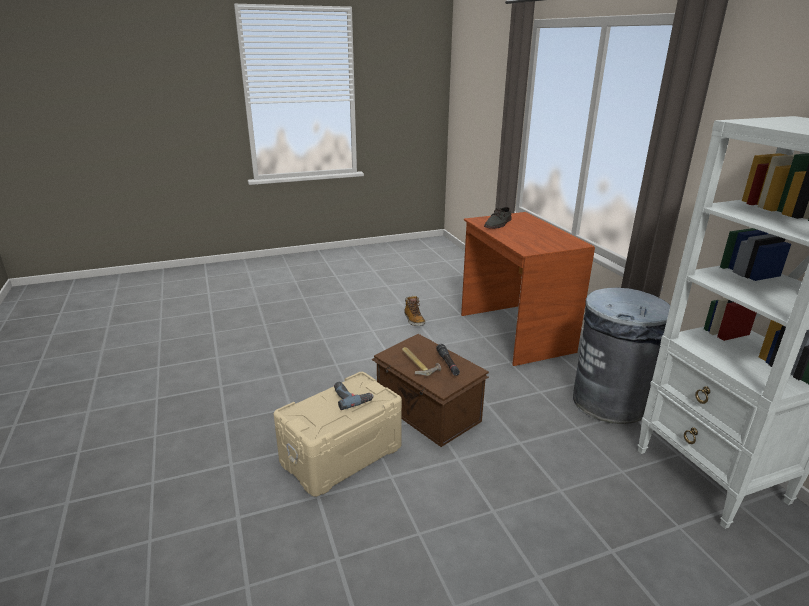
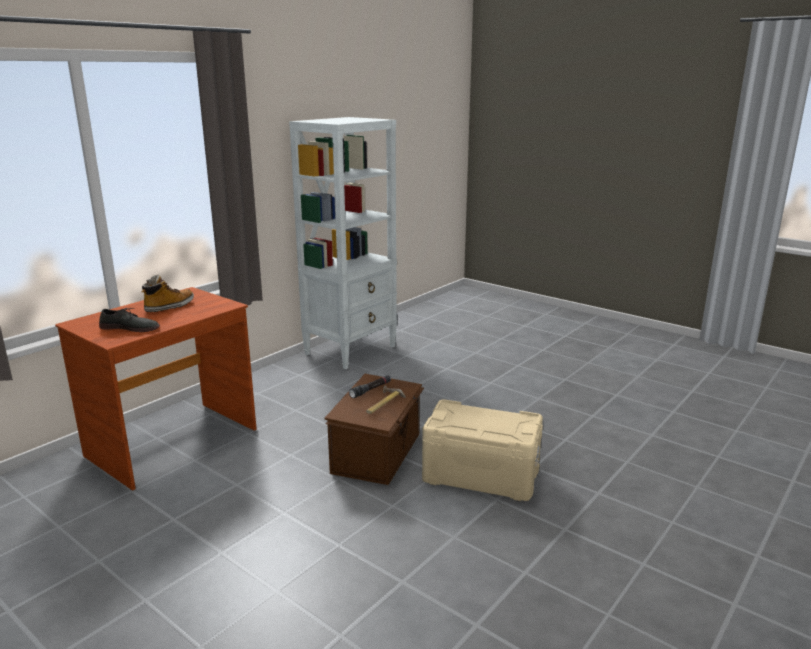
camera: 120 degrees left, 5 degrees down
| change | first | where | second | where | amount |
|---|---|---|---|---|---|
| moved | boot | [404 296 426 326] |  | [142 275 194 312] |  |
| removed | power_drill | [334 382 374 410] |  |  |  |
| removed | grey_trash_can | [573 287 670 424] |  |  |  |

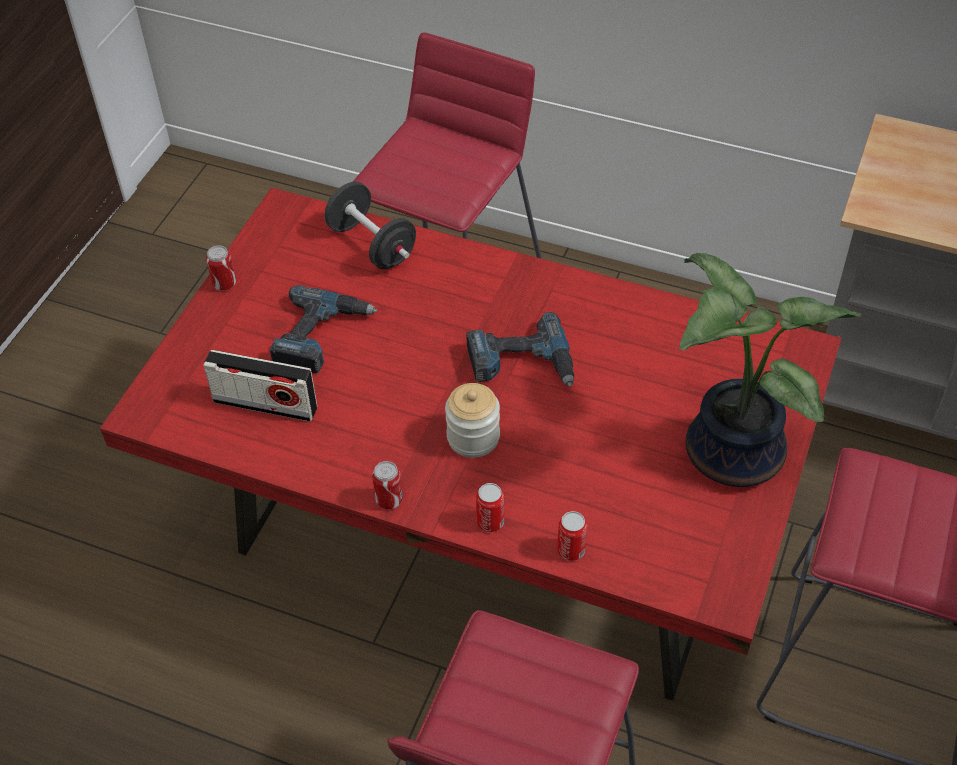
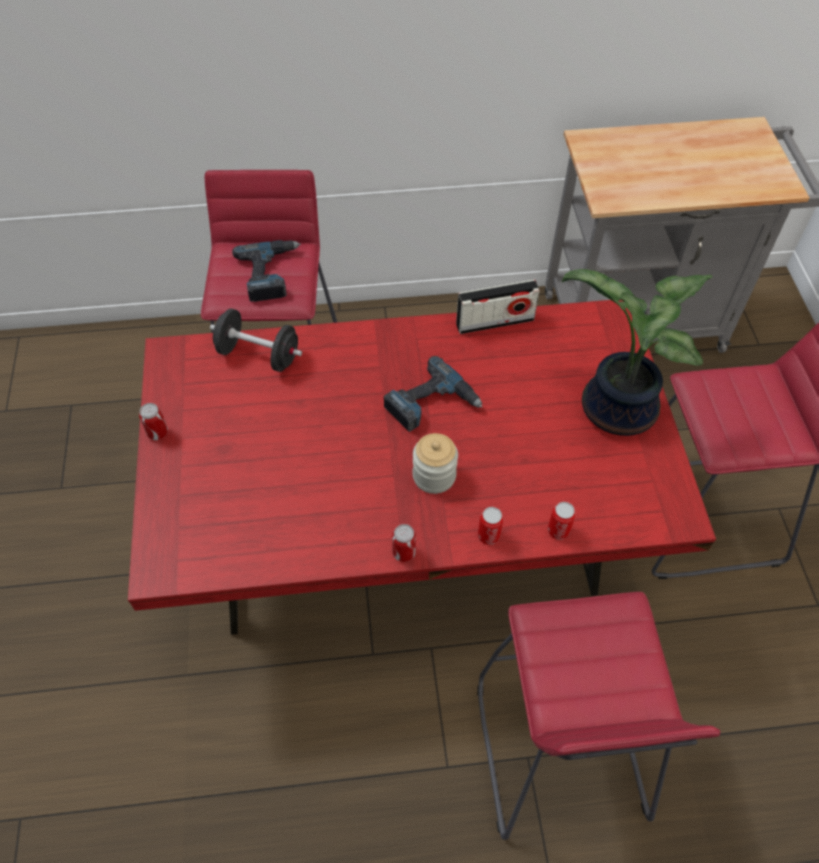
camera: 30 degrees left, 5 degrees up
| change | first | where | second | where | amount |
|---|---|---|---|---|---|
| moved | power_drill | [270 285 378 374] |  | [232 240 301 302] |  |
| moved | radio | [203 350 317 422] |  | [456 280 540 334] |  |

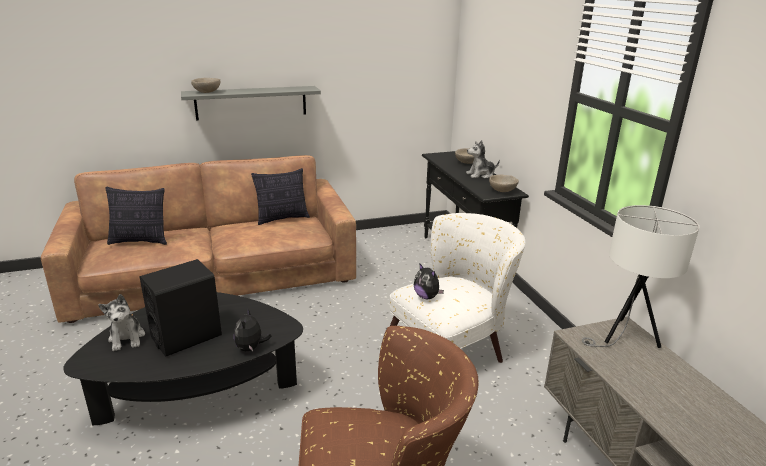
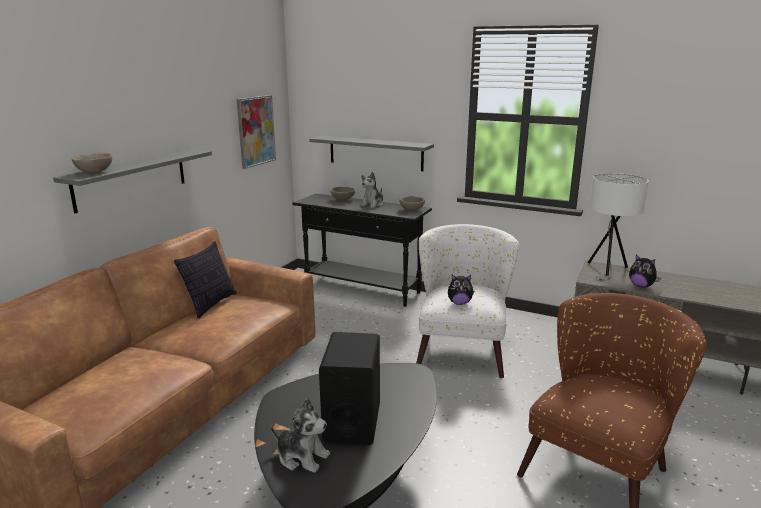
camera: 45 degrees left, 5 degrees down
| change | first | where | second | where | amount |
|---|---|---|---|---|---|
| added |  |  | picture | [237 95 276 169] |  |
| added |  |  | grey_shelf | [309 136 434 171] |  |
| moved | plush_toy | [234 309 271 351] |  | [629 254 661 288] |  |
| removed | pillow | [106 187 167 245] |  |  |  |

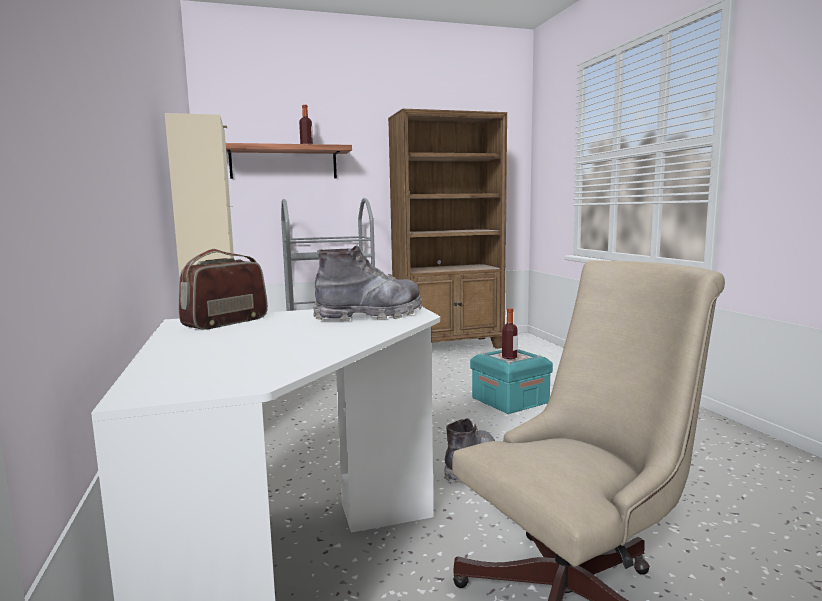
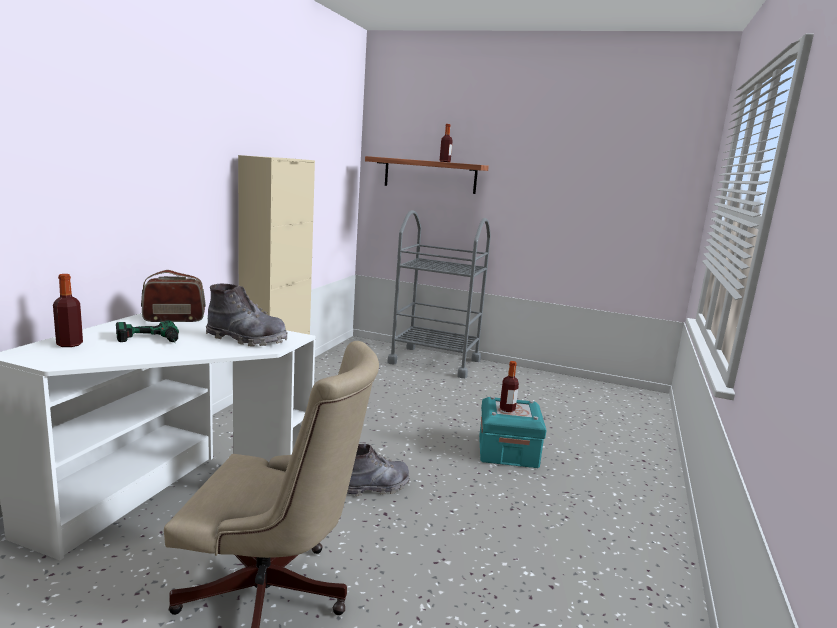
camera: 35 degrees right, 5 degrees up
| change | first | where | second | where | amount |
|---|---|---|---|---|---|
| added |  |  | bottle | [53 274 83 347] |  |
| added |  |  | power_drill | [116 320 179 343] |  |
| removed | brown_bookcase | [388 109 507 349] |  |  |  |

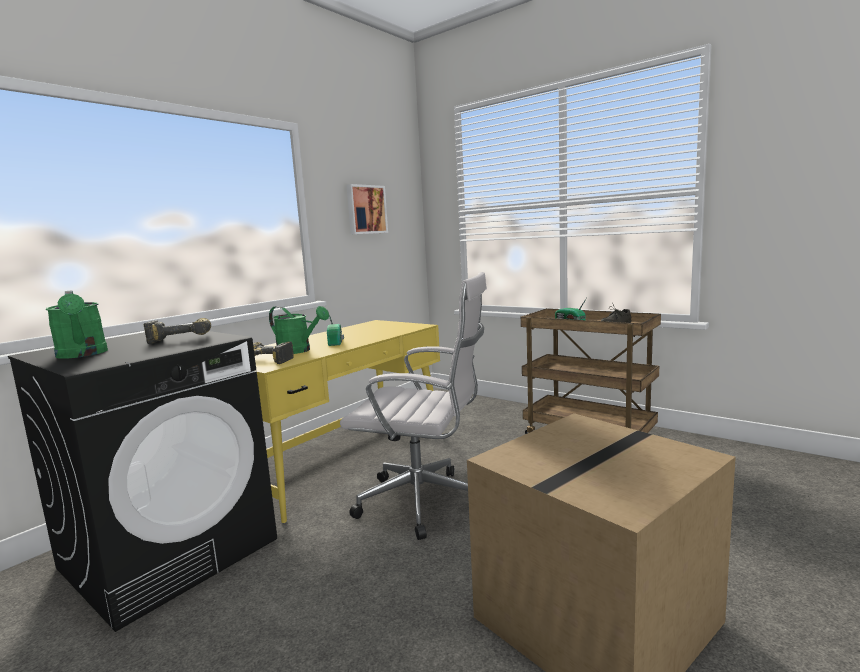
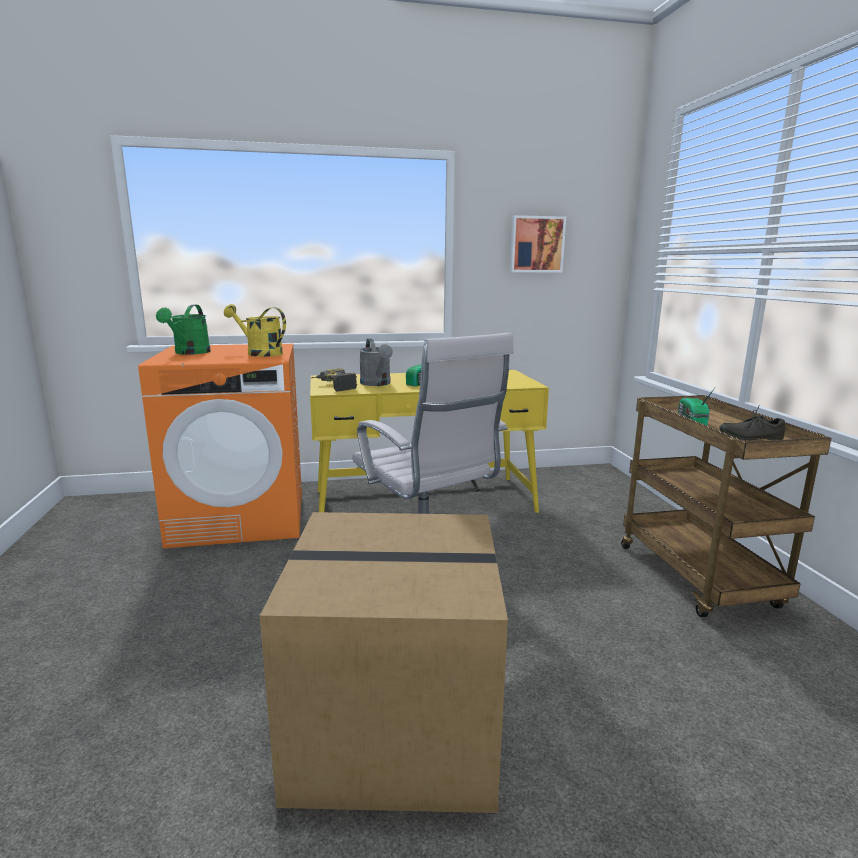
camera: 40 degrees right, 5 degrees up
| change | first | where | second | where | amount |
|---|---|---|---|---|---|
| recoloured | black_washing_machine | [8 331 277 632] | orange_washing_machine | [138 344 302 548] |  |
| replaced | power_drill | [144 318 211 344] | yellow_watering_can | [224 304 286 357] |  |
| recoloured | green_watering_can | [269 306 329 354] | grey_watering_can | [359 338 393 386] |  |

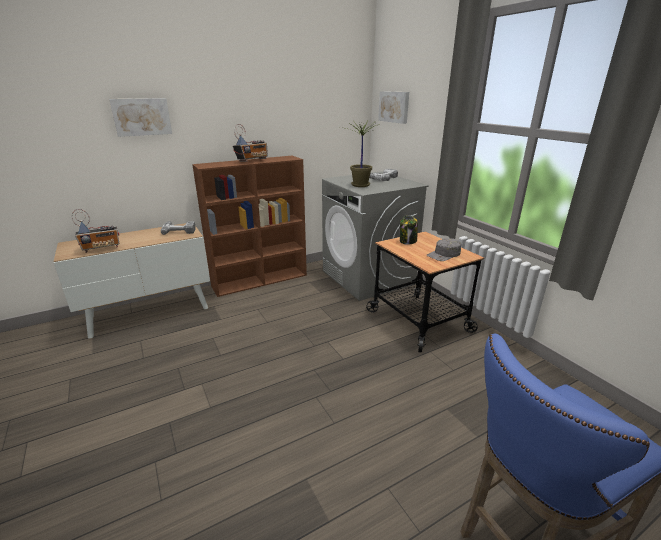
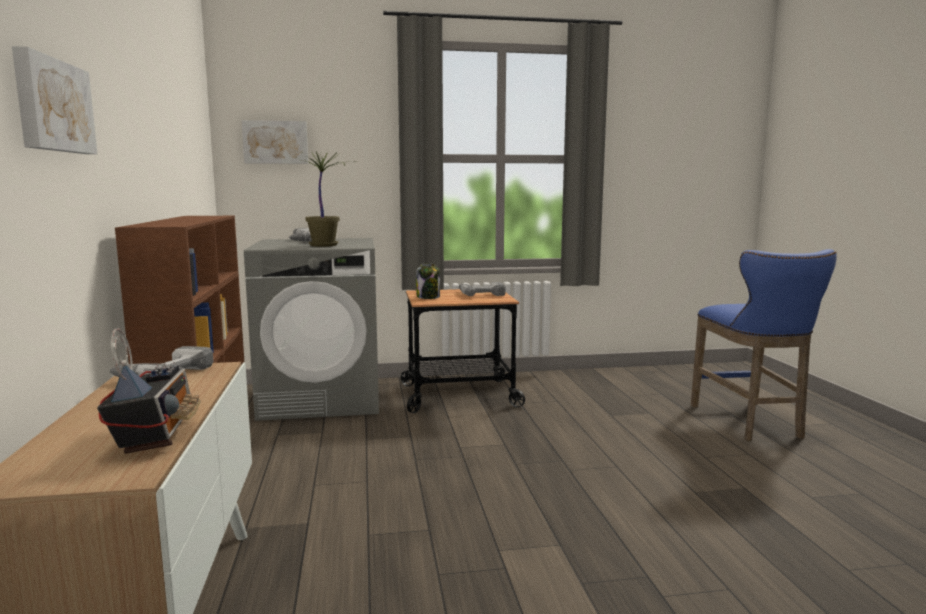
camera: 70 degrees left, 15 degrees down
| change | first | where | second | where | amount |
|---|---|---|---|---|---|
| replaced | grey_cap | [426 238 461 261] | power_drill | [459 282 506 296] |  |
| removed | radio | [233 124 268 162] |  |  |  |

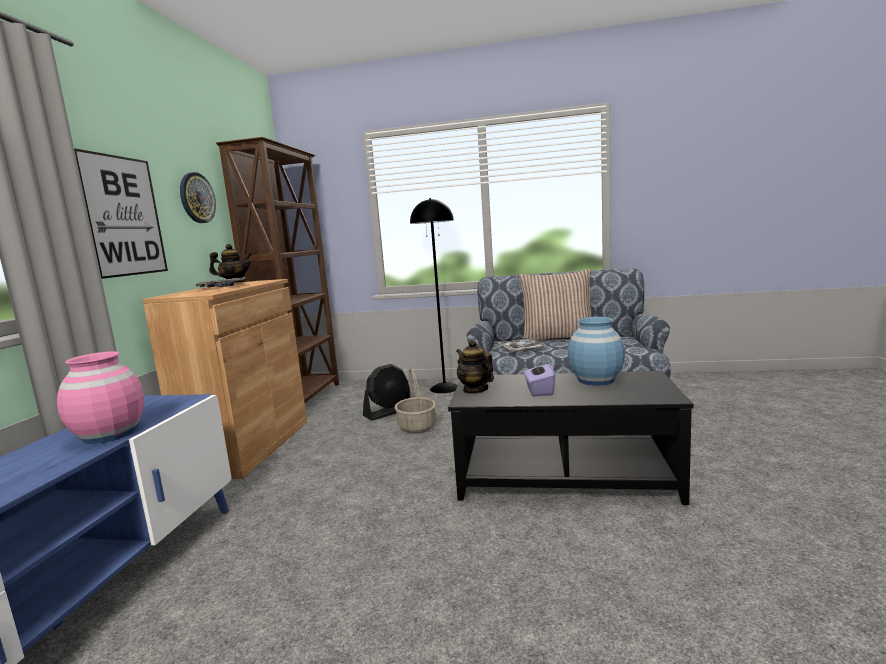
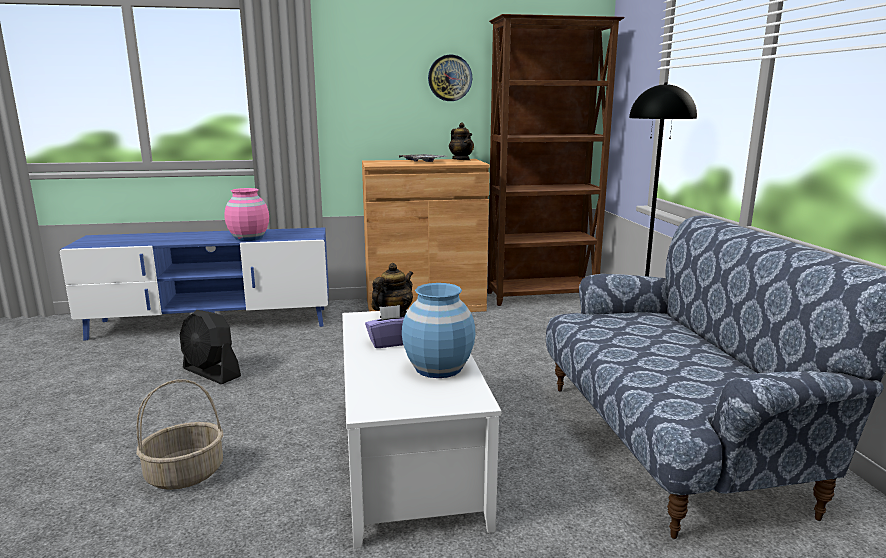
camera: 70 degrees right, 5 degrees up
| change | first | where | second | where | amount |
|---|---|---|---|---|---|
| moved | basket | [395 367 436 433] |  | [136 379 223 490] |  |
| moved | black_fan | [363 364 412 421] |  | [180 310 241 384] |  |
| recoloured | black_coffee_table | [448 371 694 505] | white_coffee_table | [342 309 501 549] |  |
| removed | picture | [74 148 168 279] |  |  |  |
| removed | tray | [498 338 546 352] |  |  |  |
| removed | pillow | [519 269 592 341] |  |  |  |

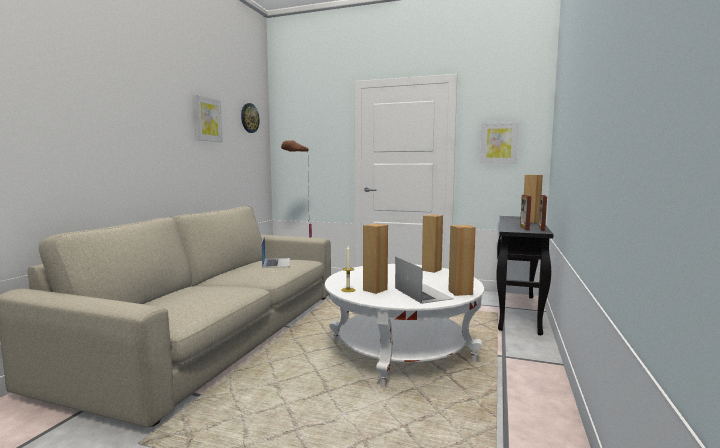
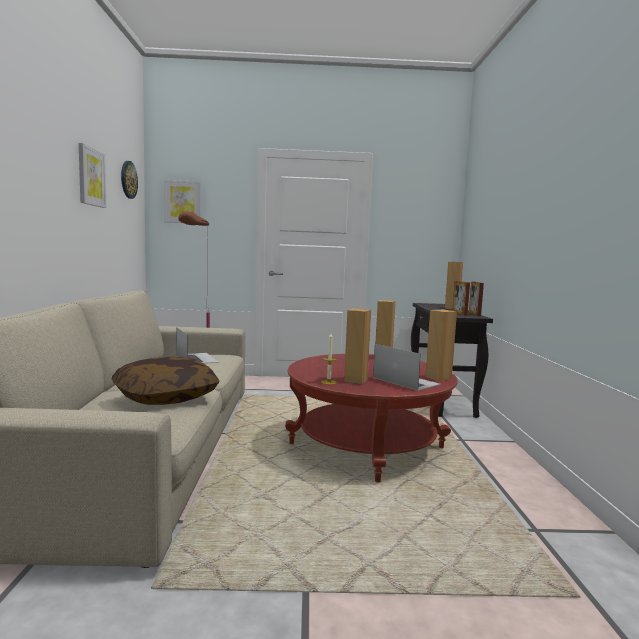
camera: 20 degrees left, 0 degrees up
| change | first | where | second | where | amount |
|---|---|---|---|---|---|
| added |  |  | pillow | [111 356 220 405] |  |
| moved | picture | [480 122 519 164] |  | [164 180 201 223] |  |
| recoloured | white_coffee_table | [325 264 484 387] | red_coffee_table | [285 354 458 482] |  |

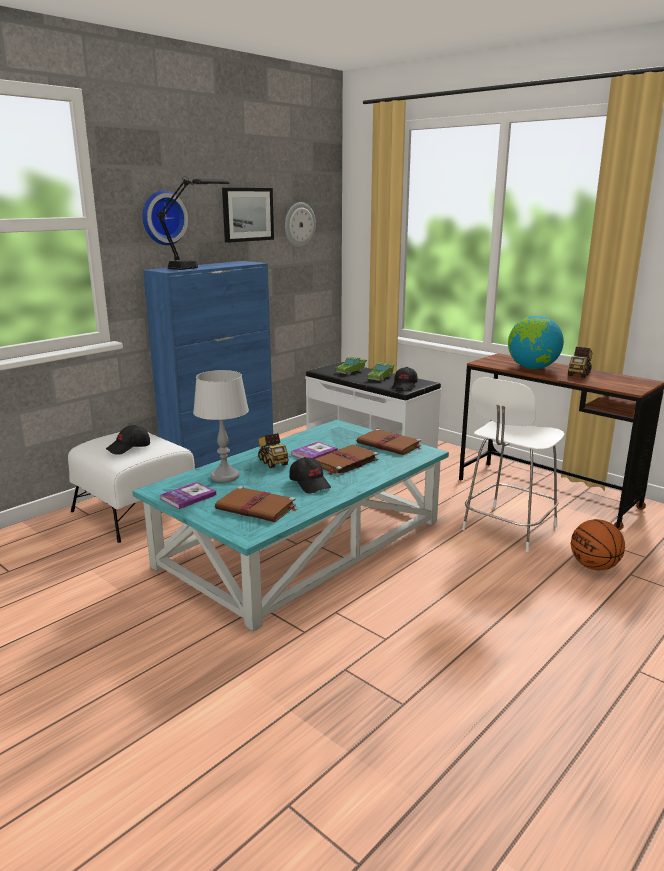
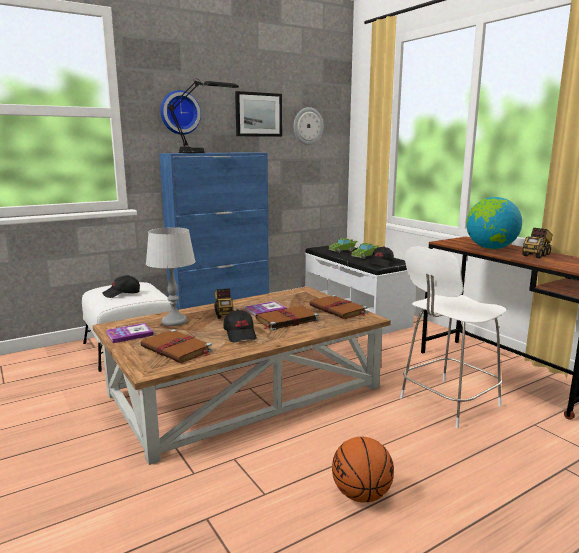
camera: 15 degrees right, 5 degrees down
| change | first | where | second | where | amount |
|---|---|---|---|---|---|
| recoloured | turquoise_coffee_table | [132 419 449 631] | brown_coffee_table | [93 286 391 465] |  |
| moved | basketball | [571 519 625 570] |  | [332 437 394 503] |  |

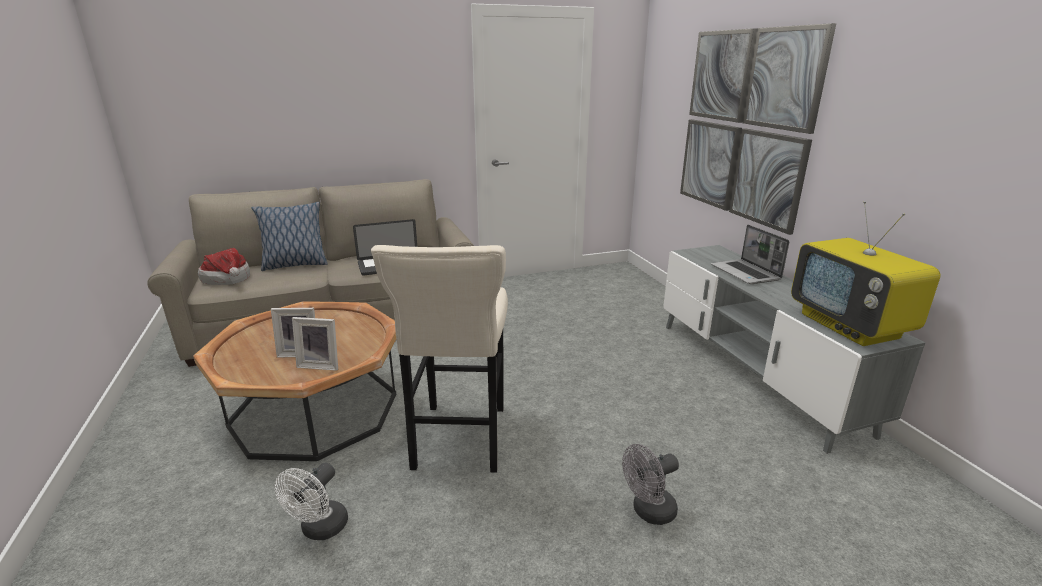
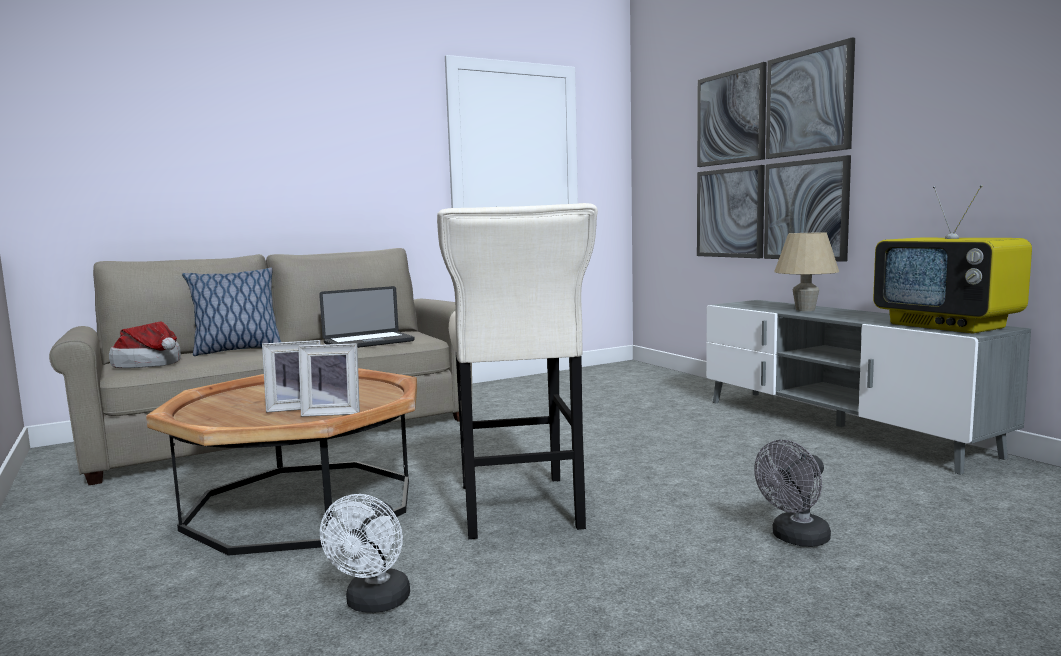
camera: 10 degrees left, 15 degrees down
| change | first | where | second | where | amount |
|---|---|---|---|---|---|
| replaced | laptop | [711 225 789 284] | beige_table_lamp | [774 233 839 311] |  |

